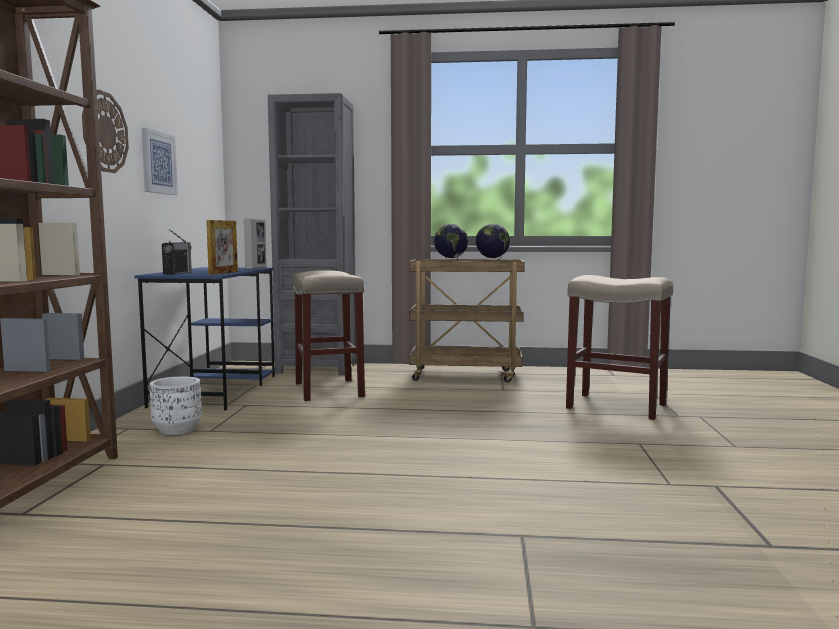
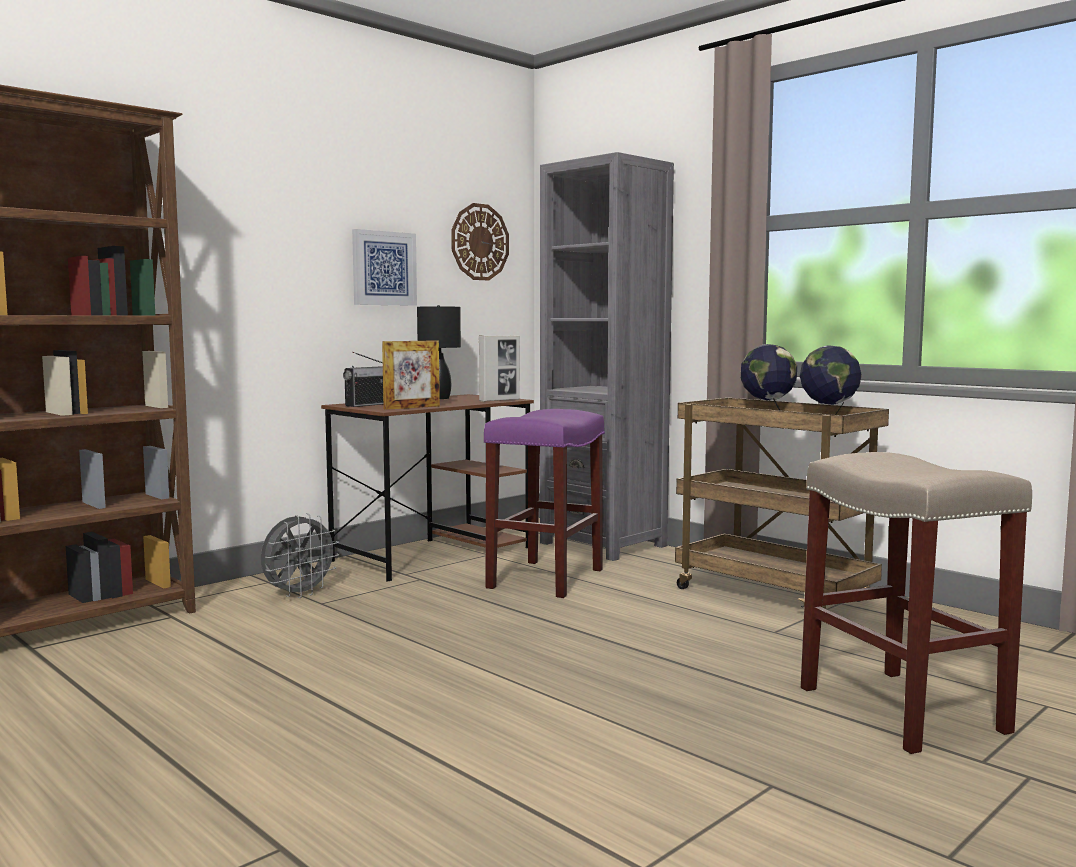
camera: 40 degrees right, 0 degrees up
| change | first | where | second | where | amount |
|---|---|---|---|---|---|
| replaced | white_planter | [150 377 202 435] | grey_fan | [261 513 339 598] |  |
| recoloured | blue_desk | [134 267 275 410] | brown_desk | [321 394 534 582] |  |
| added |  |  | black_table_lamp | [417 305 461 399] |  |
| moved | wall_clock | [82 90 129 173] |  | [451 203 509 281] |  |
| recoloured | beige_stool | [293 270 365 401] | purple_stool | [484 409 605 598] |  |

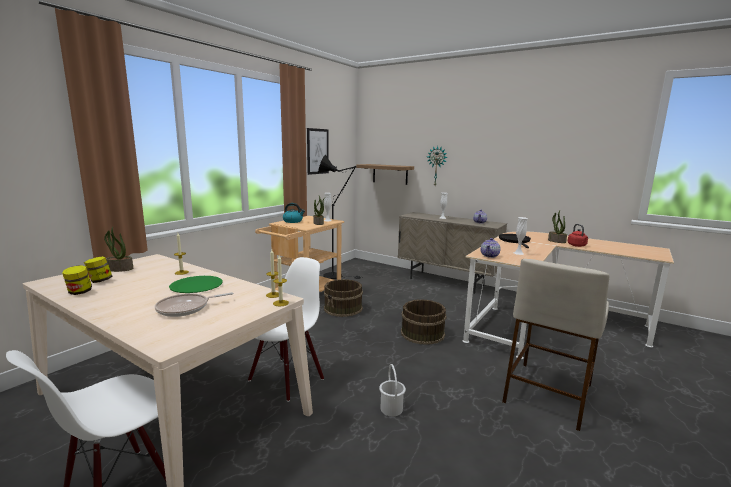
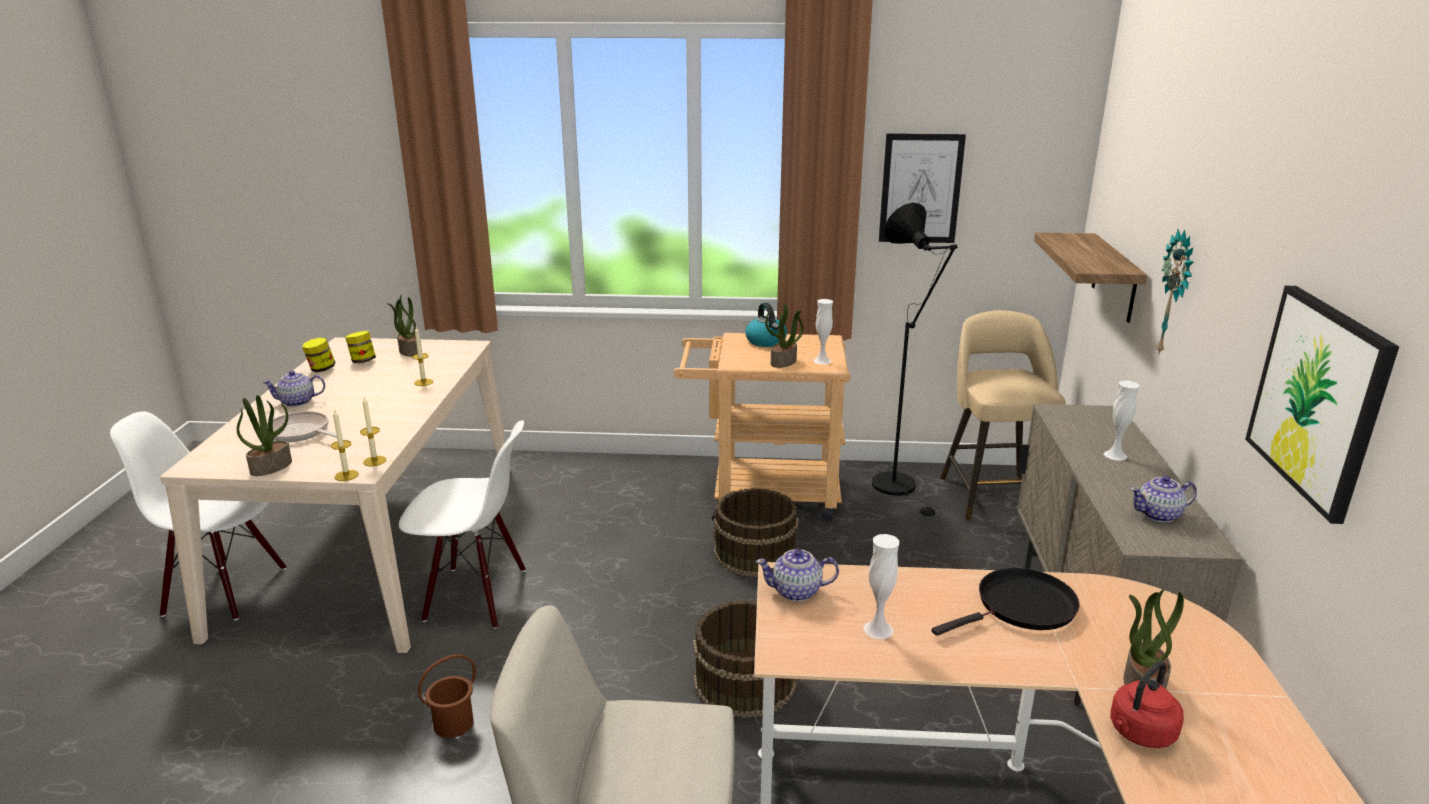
camera: 60 degrees right, 10 degrees up
| change | first | where | second | where | amount |
|---|---|---|---|---|---|
| added |  |  | potted_plant | [237 395 292 476] |  |
| added |  |  | teapot | [262 371 325 407] |  |
| recoloured | white_bucket | [379 364 406 416] | brown_bucket | [418 654 476 738] |  |
| added |  |  | beige_stool | [940 310 1066 521] |  |
| added |  |  | picture | [1245 286 1399 524] |  |
| removed | green_plate | [169 276 223 293] |  |  |  |

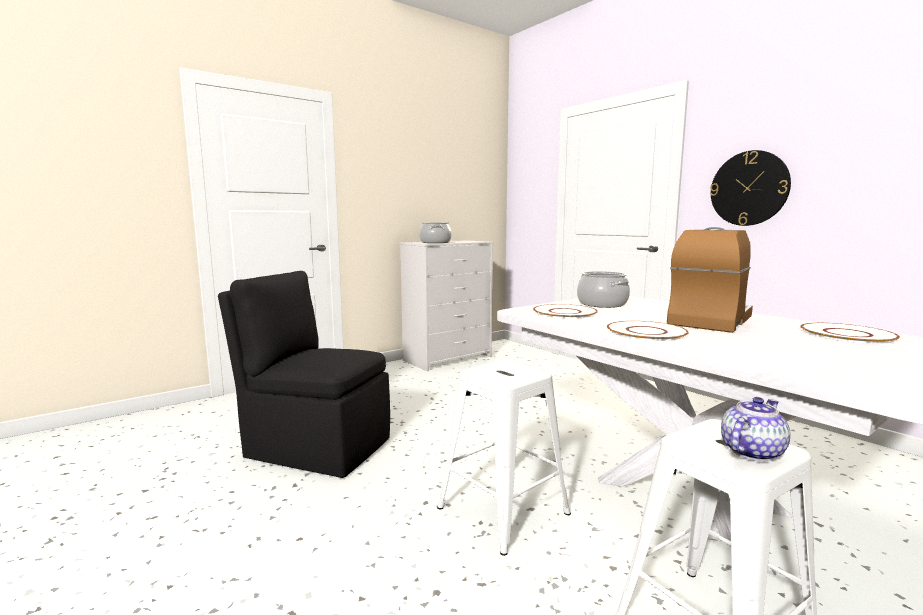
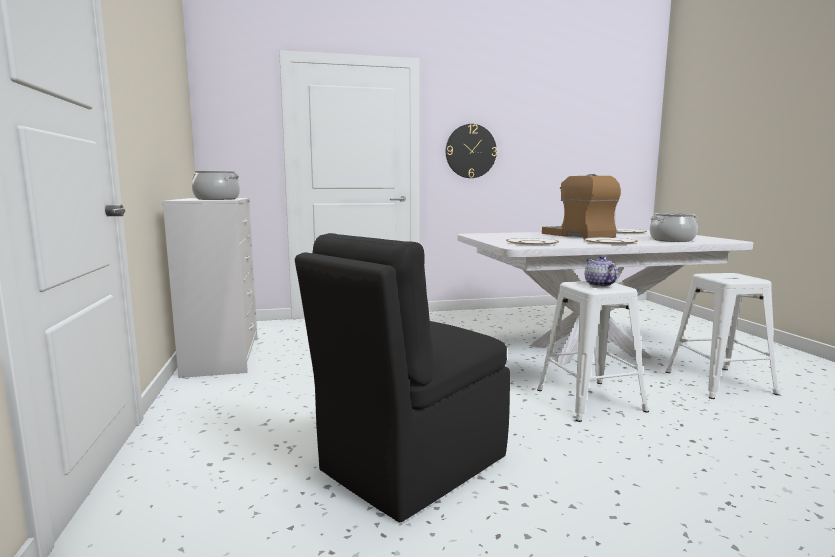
camera: 65 degrees left, 0 degrees up
| change | first | where | second | where | amount |
|---|---|---|---|---|---|
| moved | teapot | [721 397 791 461] |  | [585 255 618 287] |  |
| moved | cooking_pot | [577 271 630 308] |  | [649 213 698 242] |  |

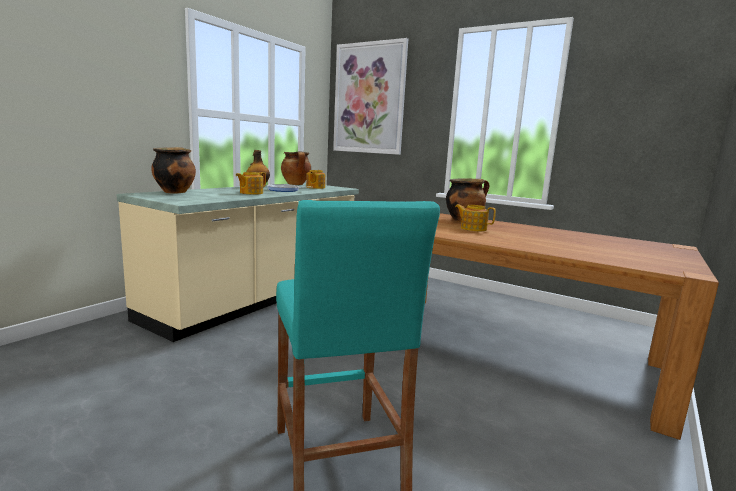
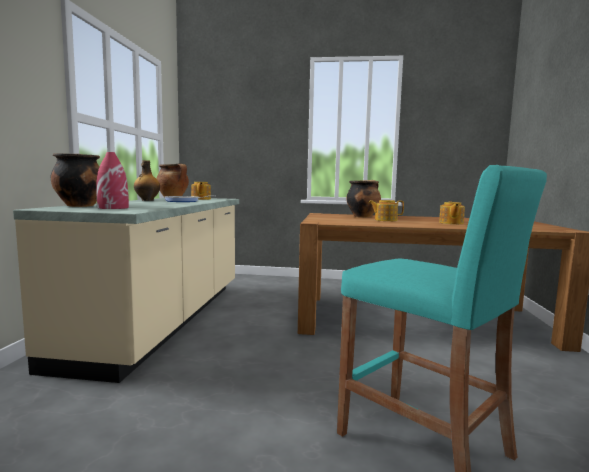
camera: 25 degrees left, 5 degrees down
| change | first | where | second | where | amount |
|---|---|---|---|---|---|
| added |  |  | red_vase | [96 152 129 209] |  |
| moved | teapot | [236 172 266 194] |  | [439 202 465 224] |  |
| removed | picture | [333 38 408 155] |  |  |  |

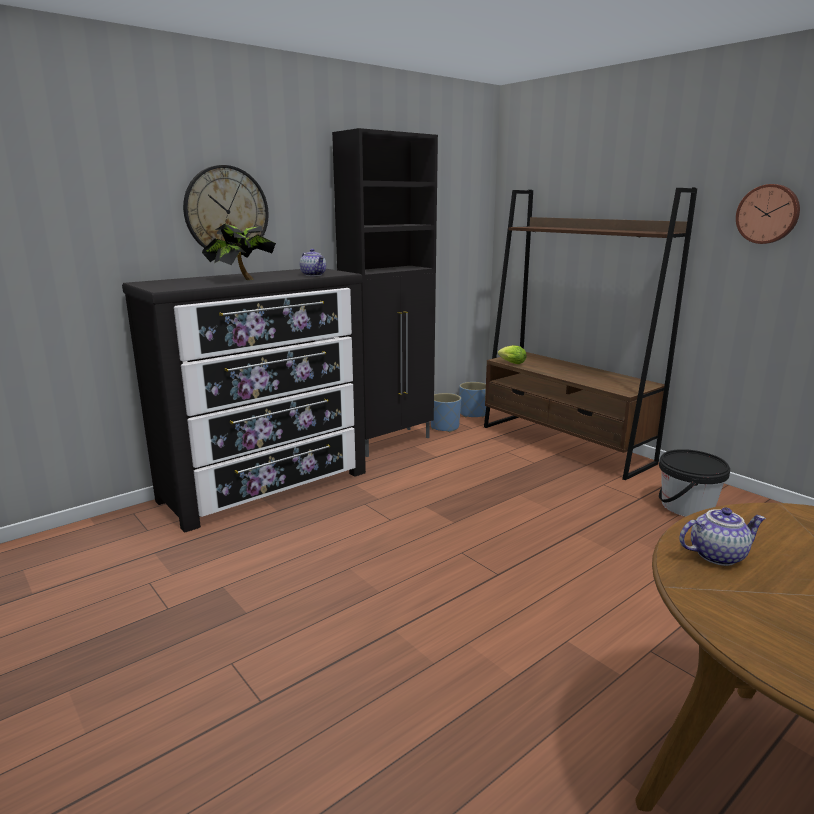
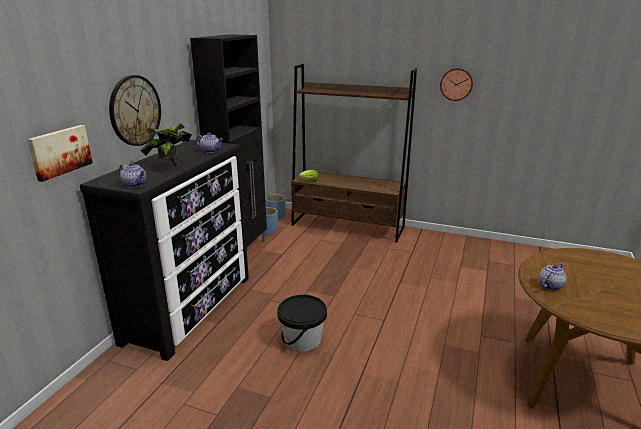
camera: 30 degrees left, 5 degrees up
| change | first | where | second | where | amount |
|---|---|---|---|---|---|
| added |  |  | picture | [27 125 93 182] |  |
| added |  |  | teapot | [119 162 146 188] |  |
| moved | black_bucket | [659 449 730 517] |  | [277 295 327 351] |  |

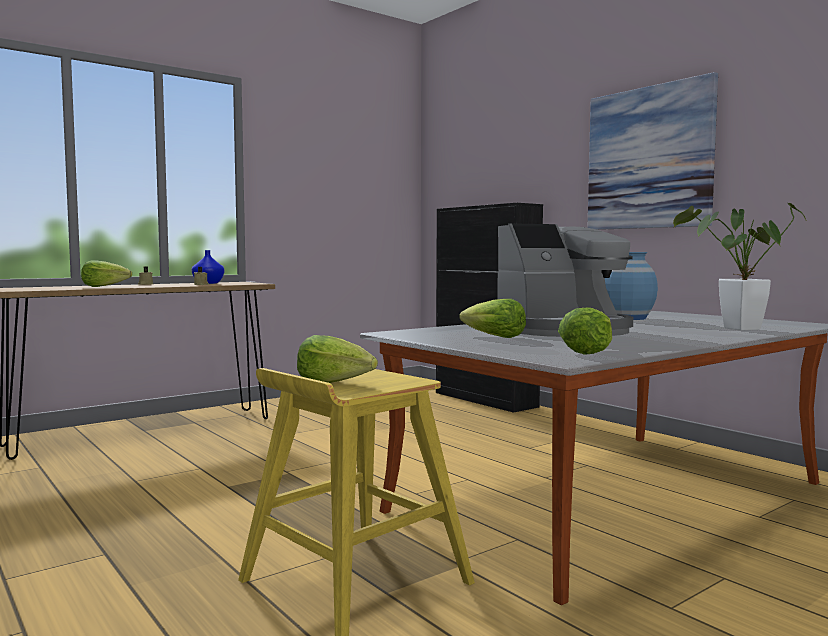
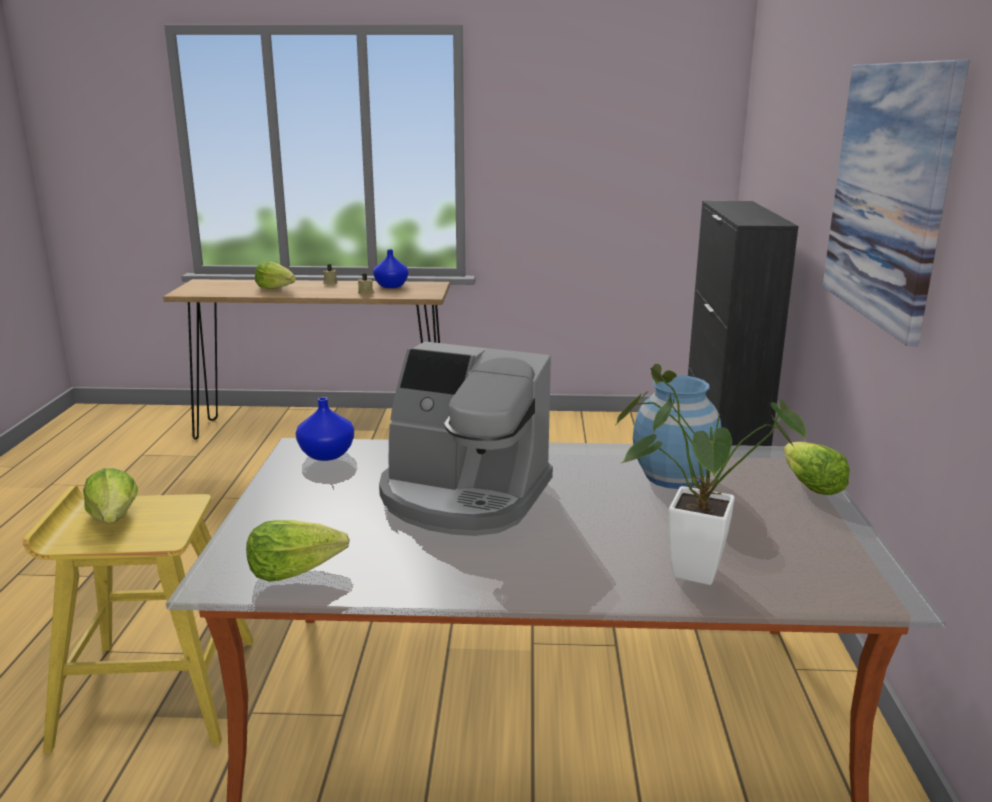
camera: 40 degrees right, 15 degrees up
| change | first | where | second | where | amount |
|---|---|---|---|---|---|
| added |  |  | blue_vase | [296 397 354 461] |  |
| moved | lettuce | [459 299 526 338] |  | [784 442 850 495] |  |

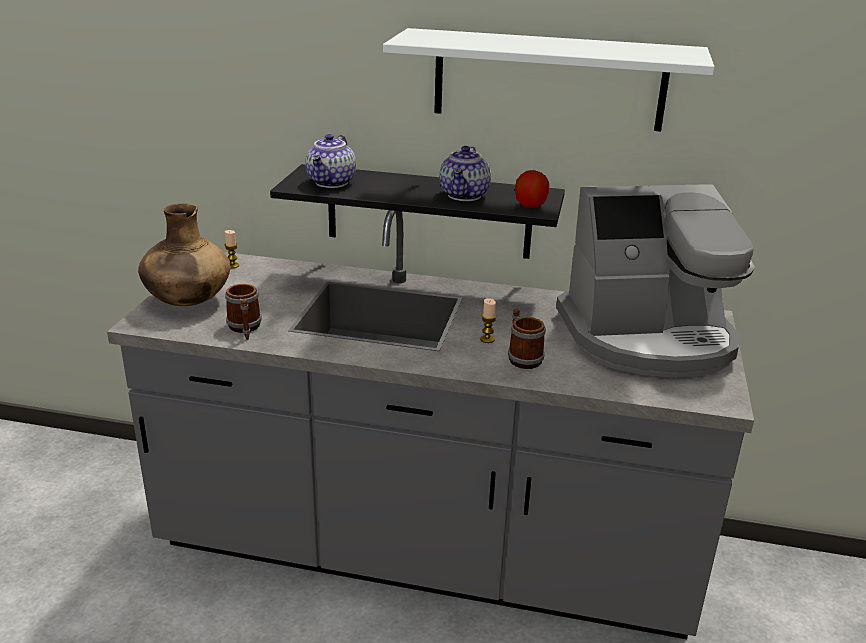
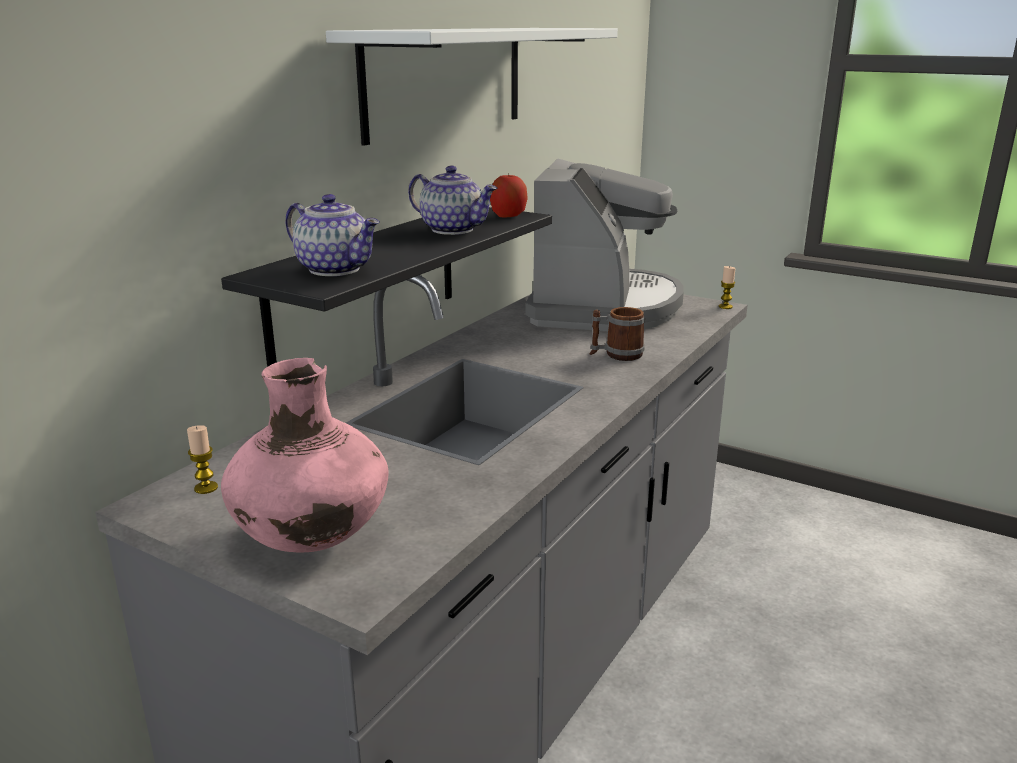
camera: 70 degrees left, 5 degrees down
| change | first | where | second | where | amount |
|---|---|---|---|---|---|
| recoloured | brown_vase | [138 204 231 306] | pink_vase | [221 358 388 552] |  |
| moved | candle | [480 298 496 343] |  | [718 266 736 309] |  |
| removed | mug | [225 284 262 340] |  |  |  |

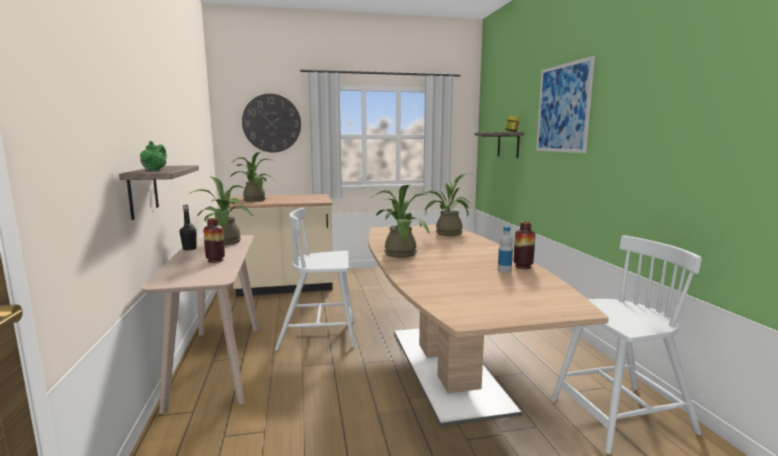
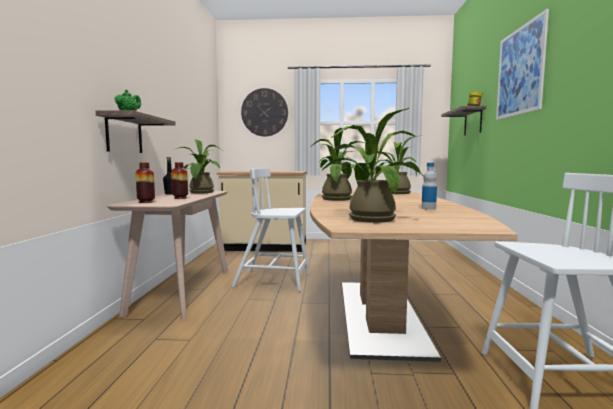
camera: 15 degrees right, 5 degrees down
| change | first | where | second | where | amount |
|---|---|---|---|---|---|
| moved | vase | [514 221 535 269] |  | [136 162 155 203] |  |
| moved | potted_plant | [230 151 276 202] |  | [321 108 429 223] |  |

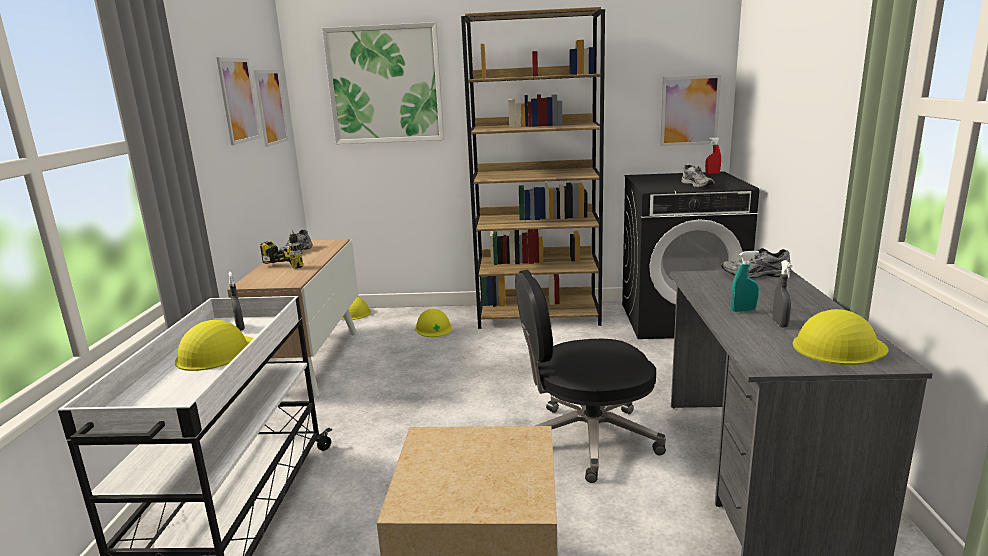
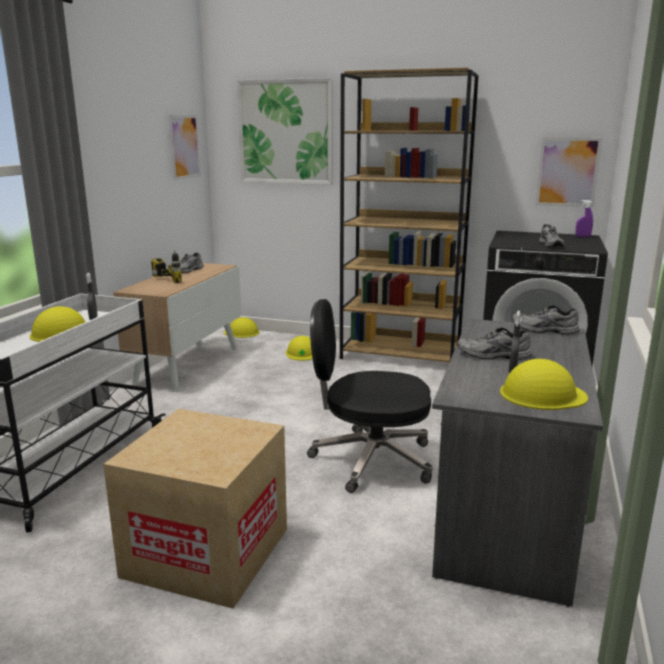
camera: 15 degrees right, 0 degrees up
| change | first | where | second | where | amount |
|---|---|---|---|---|---|
| replaced | turquoise_spray_bottle | [731 251 759 312] | grey_shoe | [457 327 532 360] |  |
| recoloured | red_spray_bottle | [705 137 721 174] | purple_spray_bottle | [576 200 593 237] |  |
| removed | picture | [216 57 260 145] |  |  |  |

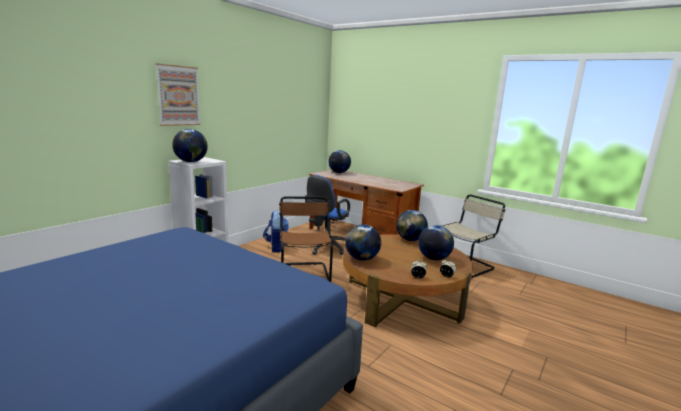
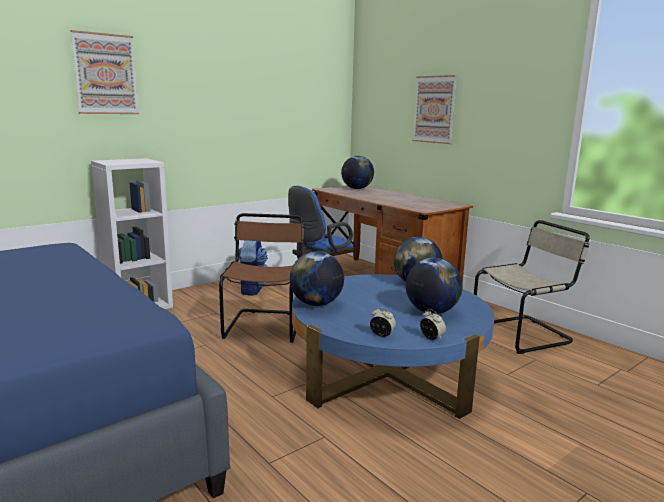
camera: 15 degrees right, 0 degrees up
| change | first | where | second | where | amount |
|---|---|---|---|---|---|
| recoloured | brown_coffee_table | [343 234 473 328] | blue_coffee_table | [292 274 494 419] |  |
| added |  |  | picture | [412 75 457 144] |  |
| removed | globe | [172 129 208 162] |  |  |  |

